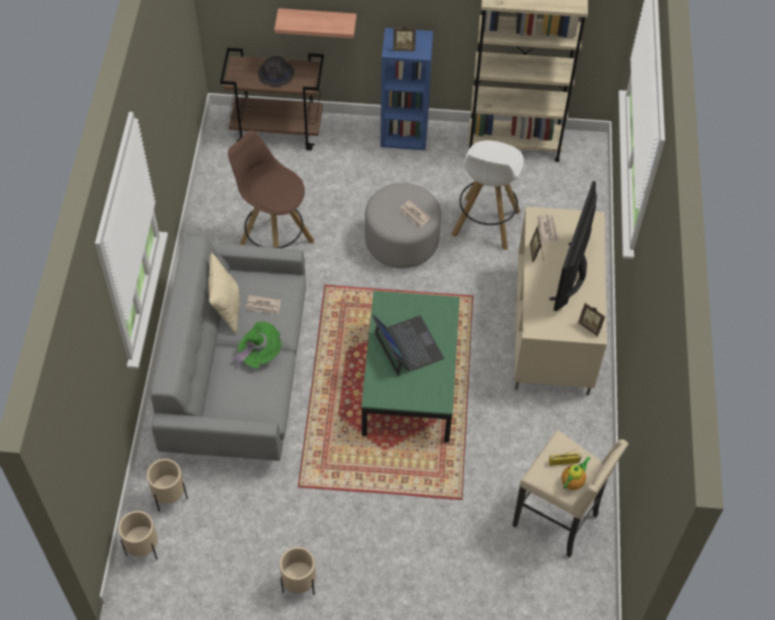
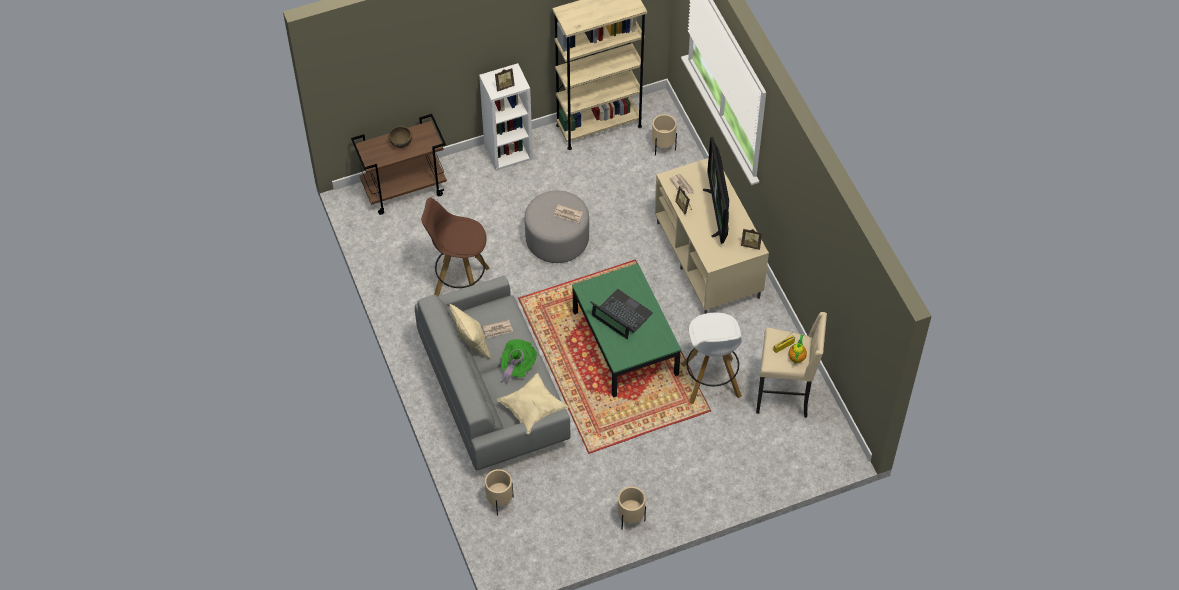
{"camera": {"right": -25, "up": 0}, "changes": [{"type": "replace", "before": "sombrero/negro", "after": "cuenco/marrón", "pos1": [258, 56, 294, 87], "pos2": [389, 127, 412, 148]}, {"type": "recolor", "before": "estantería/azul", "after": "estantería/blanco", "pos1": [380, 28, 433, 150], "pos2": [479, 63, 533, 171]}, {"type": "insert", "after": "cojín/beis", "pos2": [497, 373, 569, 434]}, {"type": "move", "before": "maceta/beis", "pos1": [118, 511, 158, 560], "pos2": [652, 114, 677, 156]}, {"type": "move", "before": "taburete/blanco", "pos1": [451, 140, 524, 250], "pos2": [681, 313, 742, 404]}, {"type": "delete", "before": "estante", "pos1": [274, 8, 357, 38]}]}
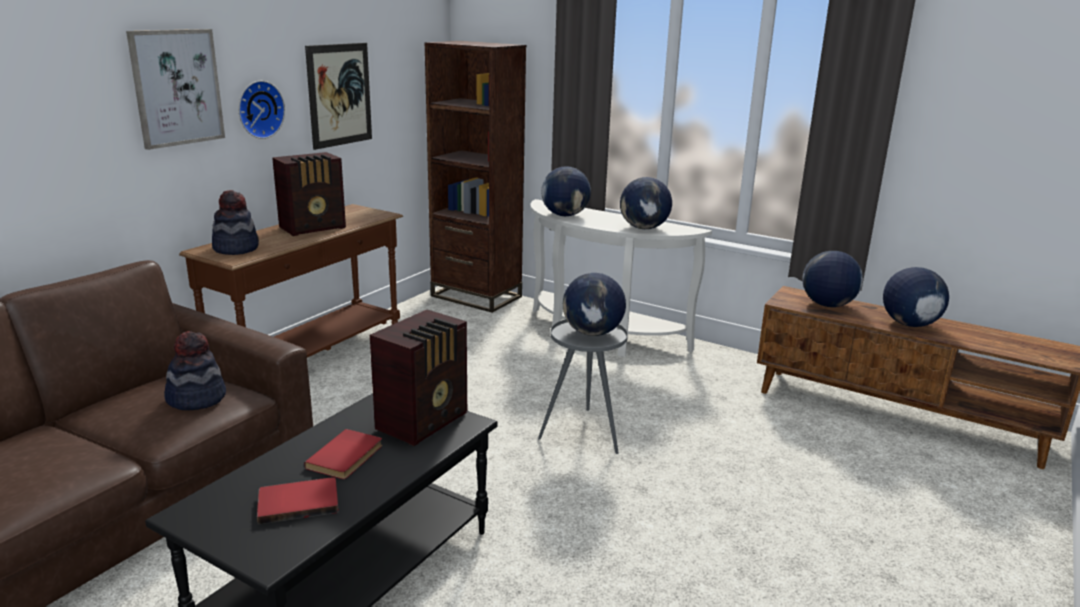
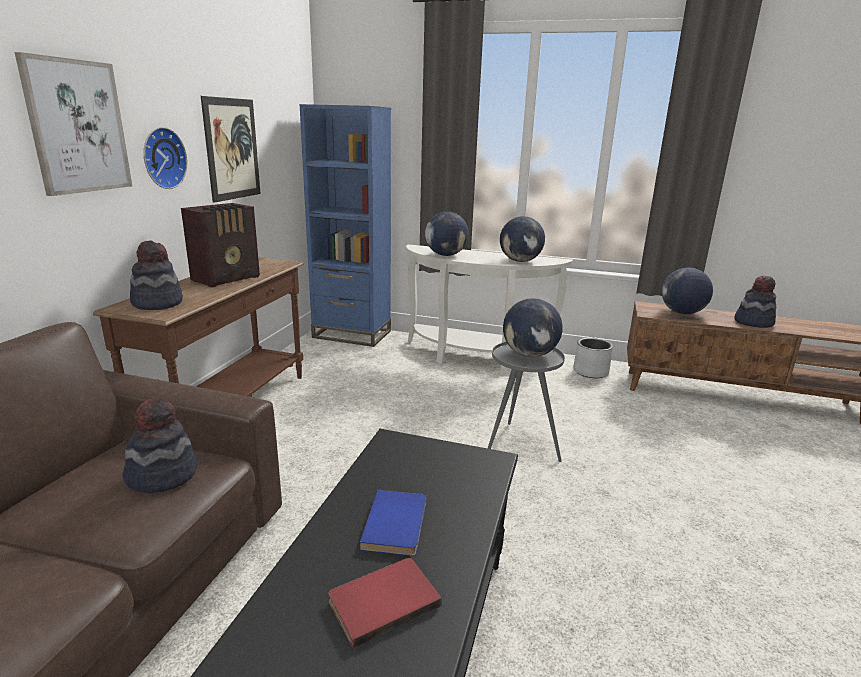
{"camera": {"right": -15, "up": 0}, "changes": [{"type": "recolor", "before": "estantería/marrón", "after": "estantería/azul", "pos1": [425, 41, 526, 313], "pos2": [300, 104, 391, 347]}, {"type": "recolor", "before": "libro/rojo", "after": "libro/azul", "pos1": [305, 429, 382, 479], "pos2": [359, 490, 426, 556]}, {"type": "insert", "after": "maceta/gris", "pos2": [574, 337, 613, 378]}, {"type": "replace", "before": "globo terráqueo", "after": "sombrero", "pos1": [883, 267, 949, 327], "pos2": [734, 276, 776, 328]}, {"type": "delete", "before": "radio", "pos1": [370, 309, 467, 446]}]}
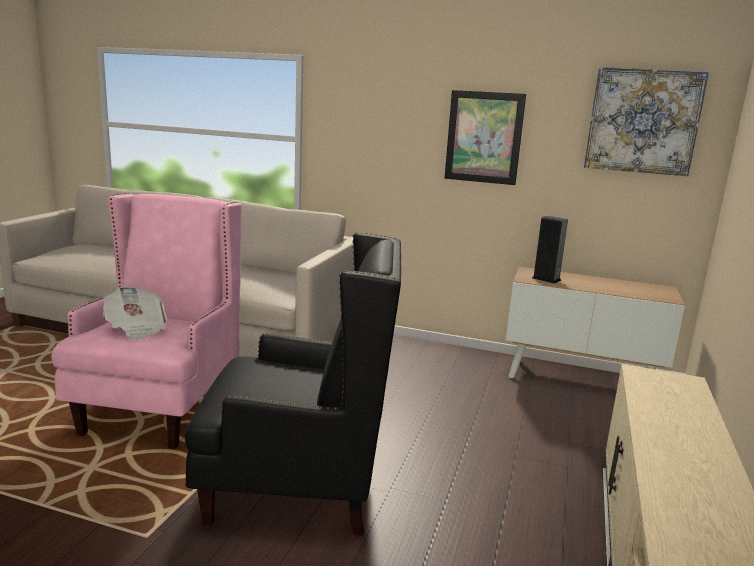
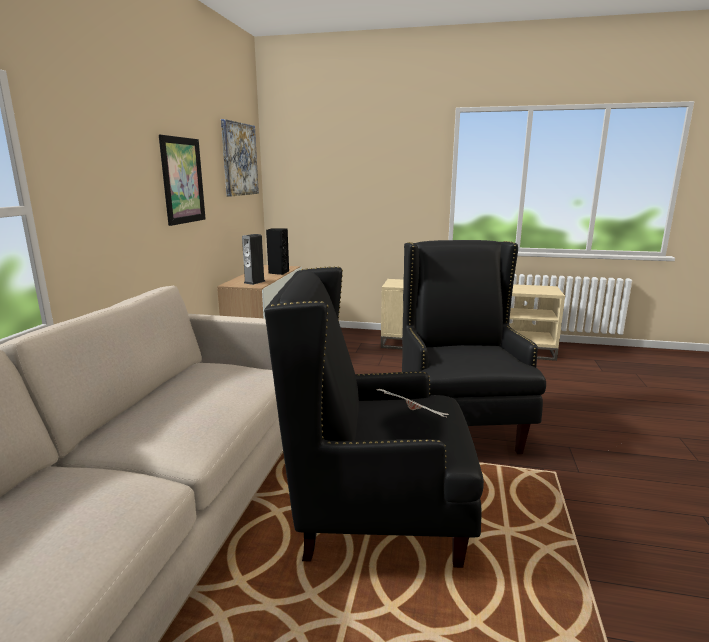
{"camera": {"right": -95, "up": 0}, "changes": [{"type": "recolor", "before": "sillón/rosa", "after": "sillón/negro", "pos1": [51, 193, 242, 449], "pos2": [264, 266, 484, 568]}, {"type": "insert", "after": "altavoz/negro", "pos2": [266, 229, 289, 275]}]}
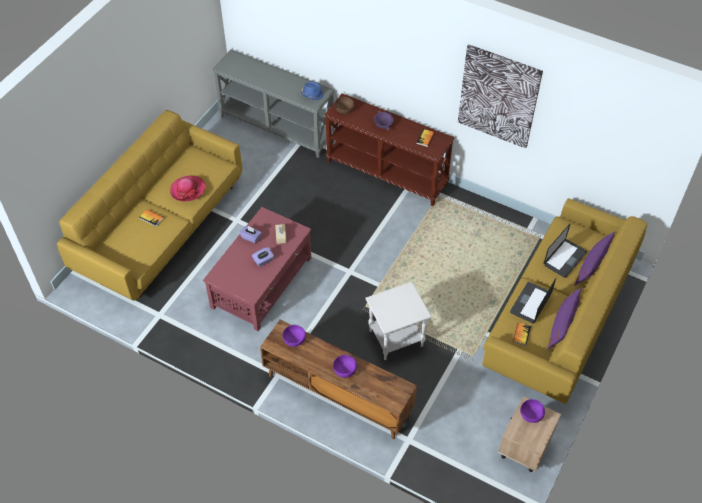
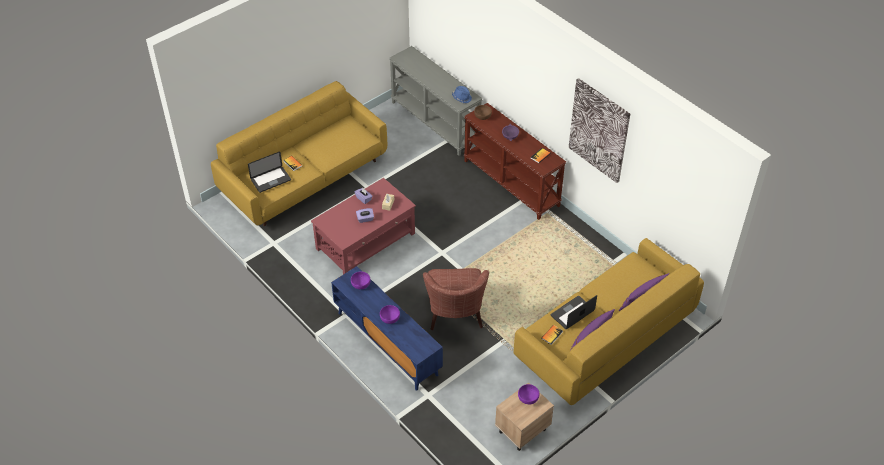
{"camera": {"right": 20, "up": -5}, "changes": [{"type": "move", "before": "portátil", "pos1": [544, 223, 587, 278], "pos2": [248, 152, 291, 193]}, {"type": "recolor", "before": "mueble de televisión/marrón", "after": "mueble de televisión/azul", "pos1": [260, 320, 417, 439], "pos2": [331, 266, 443, 391]}, {"type": "replace", "before": "mesa auxiliar/blanco", "after": "sillón/marrón", "pos1": [366, 282, 432, 360], "pos2": [423, 268, 489, 330]}, {"type": "delete", "before": "sombrero", "pos1": [170, 176, 206, 202]}]}
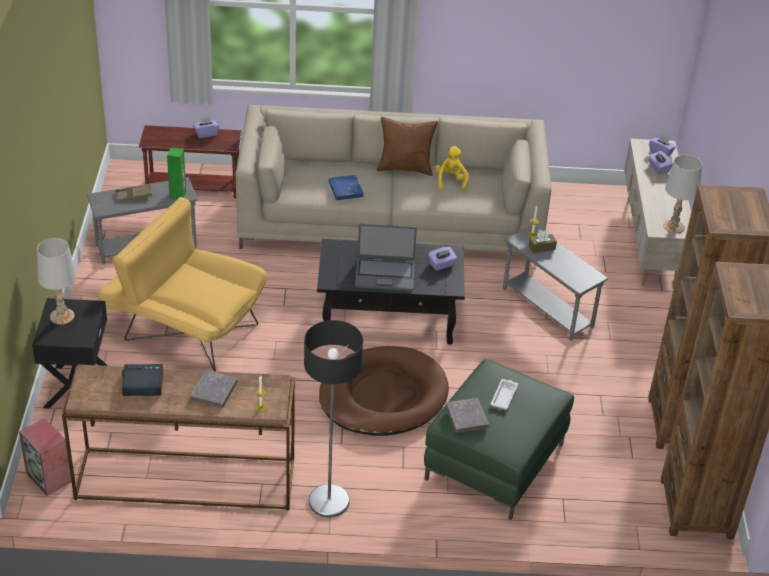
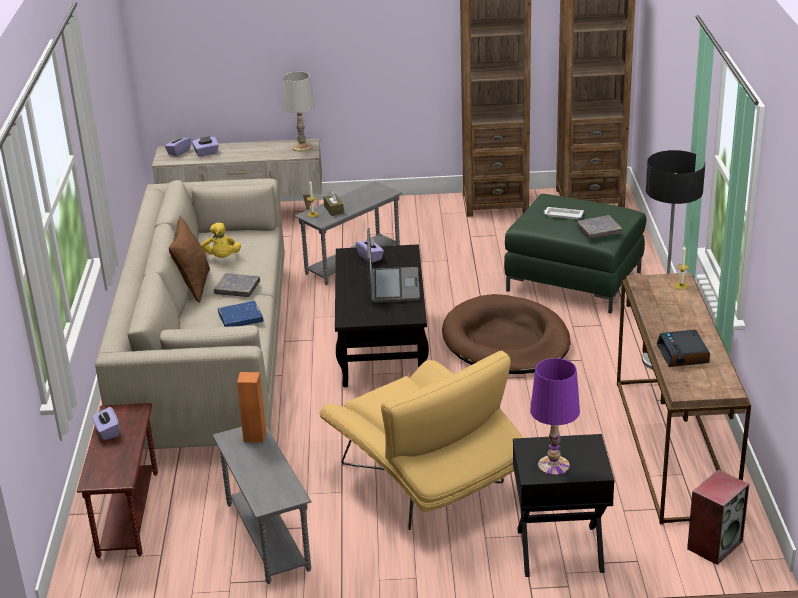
{"camera": {"right": -90, "up": -10}, "changes": [{"type": "rotate", "before": "peluche/amarillo", "pos1": [435, 146, 468, 192], "pos2": [201, 223, 241, 258], "turn": -105}, {"type": "move", "before": "libro/gris", "pos1": [190, 370, 238, 408], "pos2": [214, 273, 260, 297]}, {"type": "recolor", "before": "altavoz/verde", "after": "altavoz/naranja", "pos1": [167, 148, 186, 199], "pos2": [237, 372, 266, 443]}, {"type": "rotate", "before": "sillón/amarillo", "pos1": [98, 197, 268, 371], "pos2": [319, 351, 524, 530], "turn": -60}, {"type": "recolor", "before": "lámpara de mesa/blanco", "after": "lámpara de mesa/morado", "pos1": [37, 238, 76, 325], "pos2": [530, 358, 580, 475]}, {"type": "delete", "before": "bandeja/marrón", "pos1": [115, 184, 152, 202]}]}
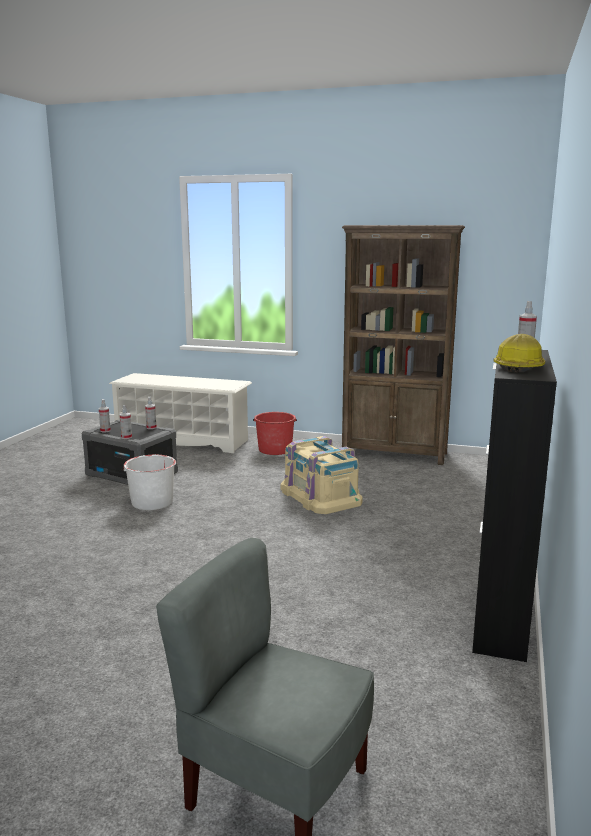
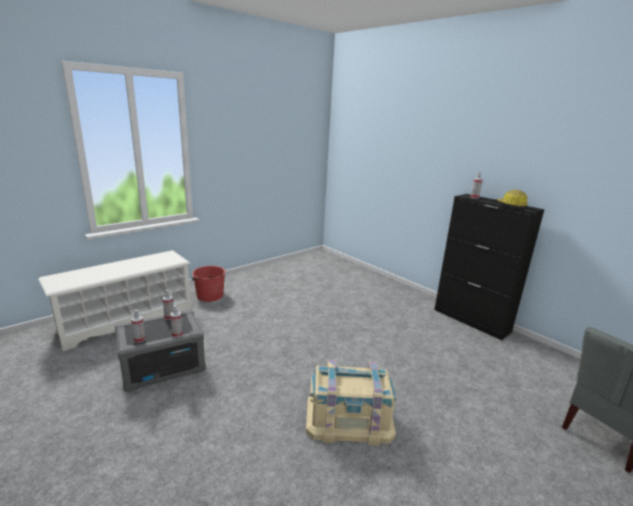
{"camera": {"right": -60, "up": 5}, "changes": [{"type": "move", "before": "caja de almacenaje/beis", "pos1": [280, 436, 362, 514], "pos2": [306, 360, 397, 446]}, {"type": "delete", "before": "cubo/blanco", "pos1": [122, 455, 177, 510]}, {"type": "delete", "before": "estantería/marrón", "pos1": [342, 225, 465, 465]}]}
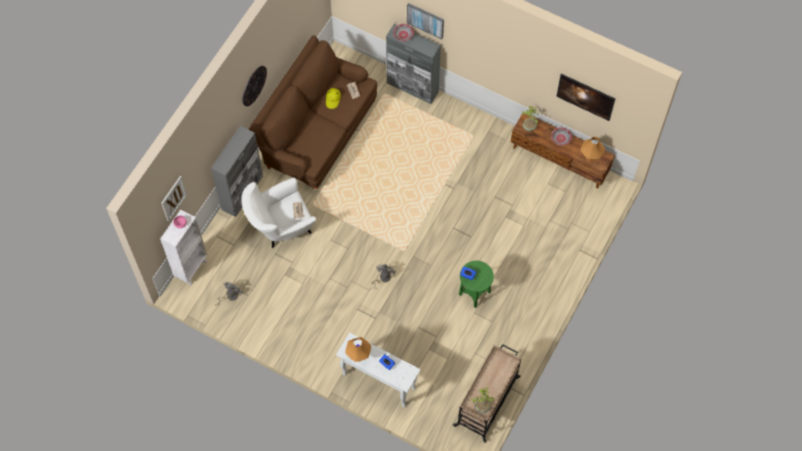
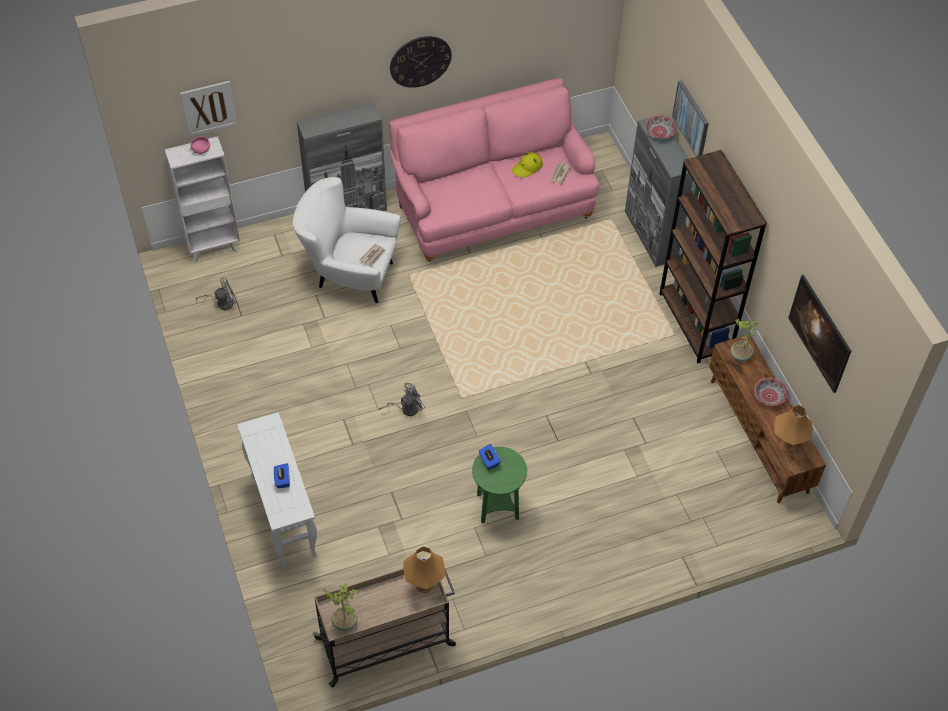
{"camera": {"right": 40, "up": -10}, "changes": [{"type": "recolor", "before": "sofá/marrón", "after": "sofá/rosa", "pos1": [248, 36, 377, 189], "pos2": [389, 78, 599, 262]}, {"type": "move", "before": "lámpara de mesa/naranja", "pos1": [345, 337, 371, 362], "pos2": [403, 547, 445, 593]}, {"type": "insert", "after": "estantería/marrón", "pos2": [659, 150, 767, 363]}]}
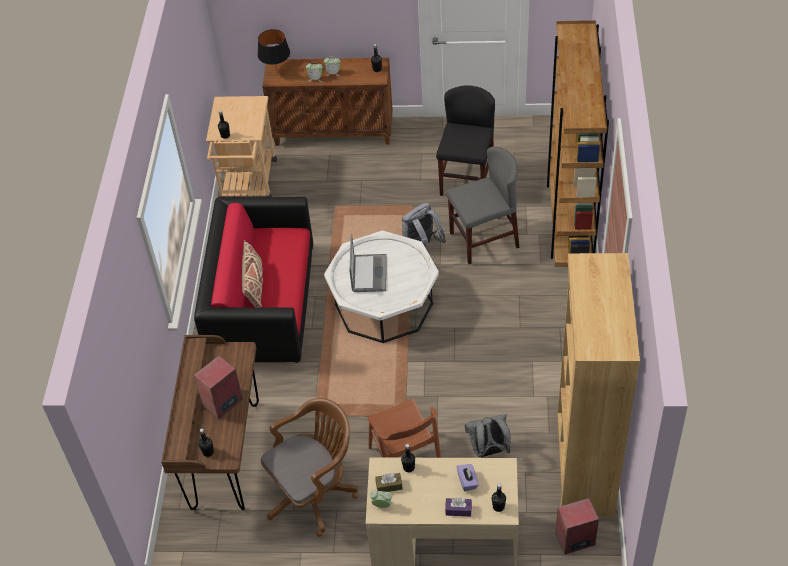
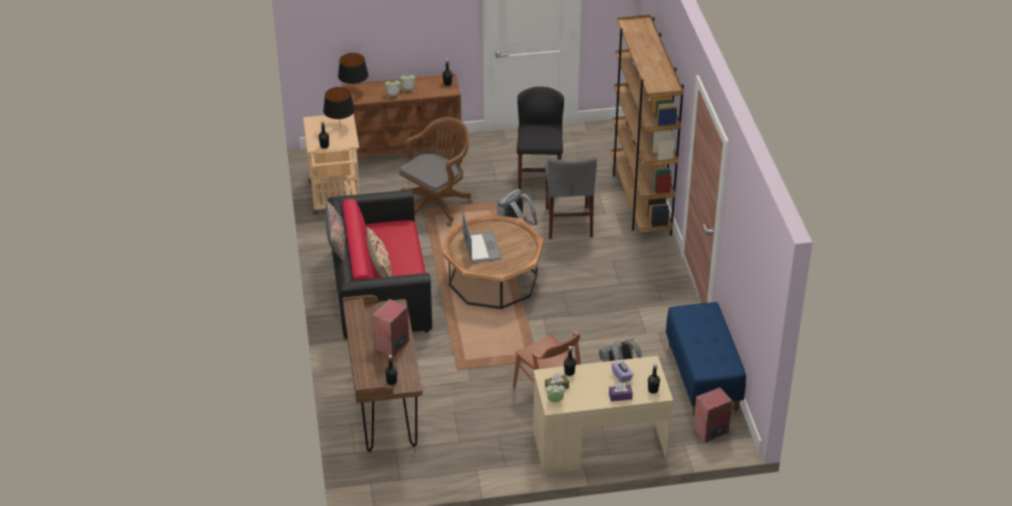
{"camera": {"right": -15, "up": -10}, "changes": [{"type": "insert", "after": "lámpara de mesa/negro", "pos2": [323, 87, 355, 127]}, {"type": "insert", "after": "cojín/gris", "pos2": [325, 201, 345, 261]}, {"type": "move", "before": "silla de oficina/marrón", "pos1": [261, 398, 359, 537], "pos2": [399, 117, 472, 226]}, {"type": "recolor", "before": "mesa de centro/blanco", "after": "mesa de centro/marrón", "pos1": [324, 231, 439, 343], "pos2": [442, 214, 544, 309]}, {"type": "rotate", "before": "silla/gris", "pos1": [446, 146, 519, 264], "pos2": [545, 157, 597, 239], "turn": 120}, {"type": "replace", "before": "estantería/marrón", "after": "banco/azul", "pos1": [557, 253, 640, 516], "pos2": [666, 302, 746, 415]}]}
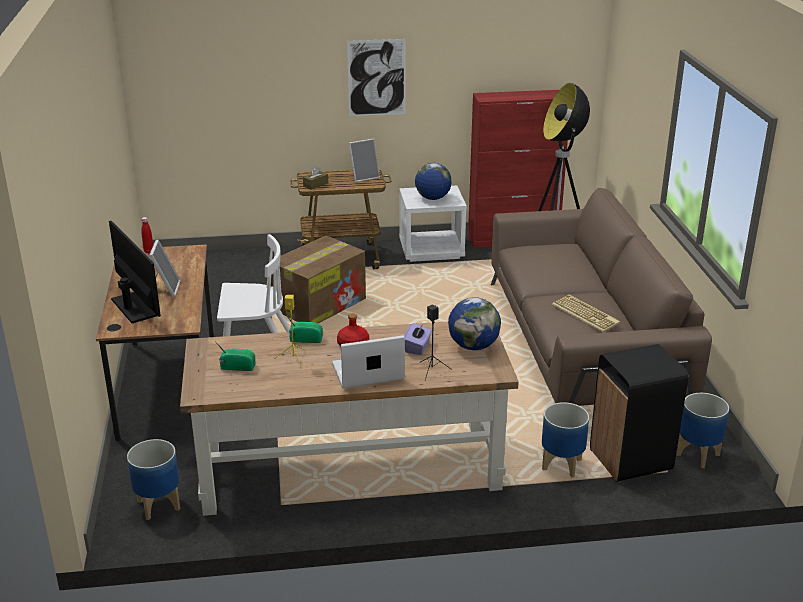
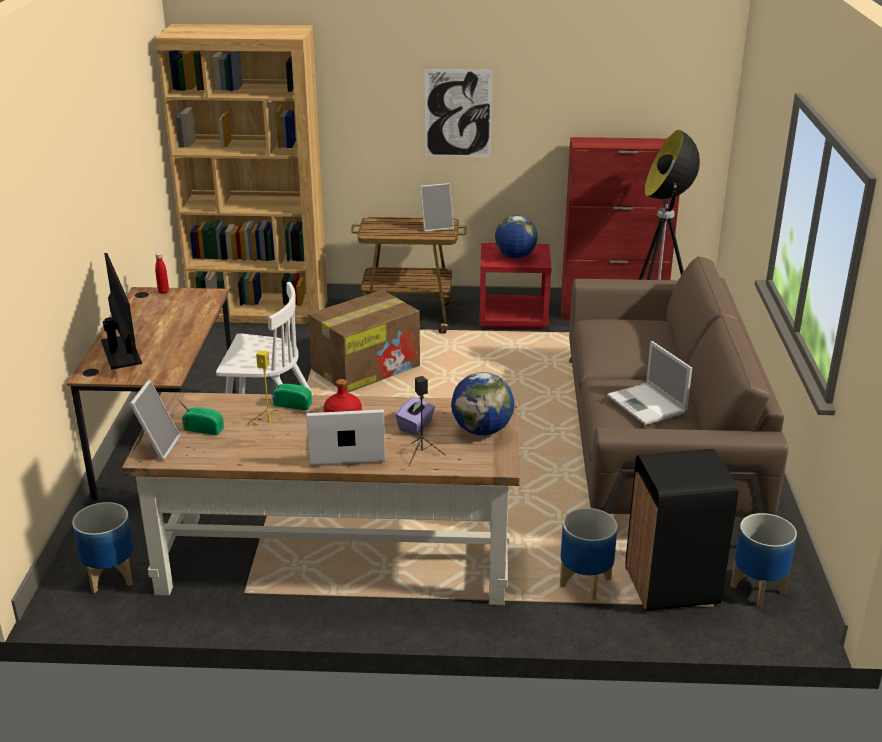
{"camera": {"right": 10, "up": 0}, "changes": [{"type": "move", "before": "portarretratos", "pos1": [149, 240, 181, 297], "pos2": [129, 380, 180, 461]}, {"type": "insert", "after": "estantería/marrón", "pos2": [155, 24, 328, 324]}, {"type": "recolor", "before": "mesita de noche/blanco", "after": "mesita de noche/rojo", "pos1": [399, 185, 467, 262], "pos2": [479, 243, 552, 329]}, {"type": "replace", "before": "teclado", "after": "portátil", "pos1": [552, 295, 620, 332], "pos2": [607, 341, 692, 425]}, {"type": "delete", "before": "caja de pañuelos/marrón", "pos1": [303, 167, 328, 190]}]}
